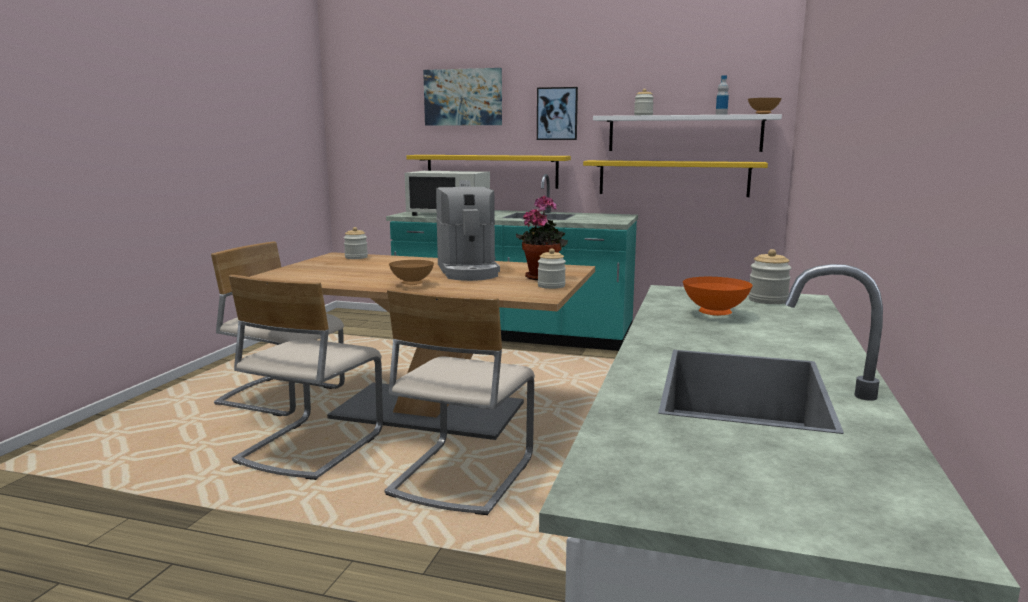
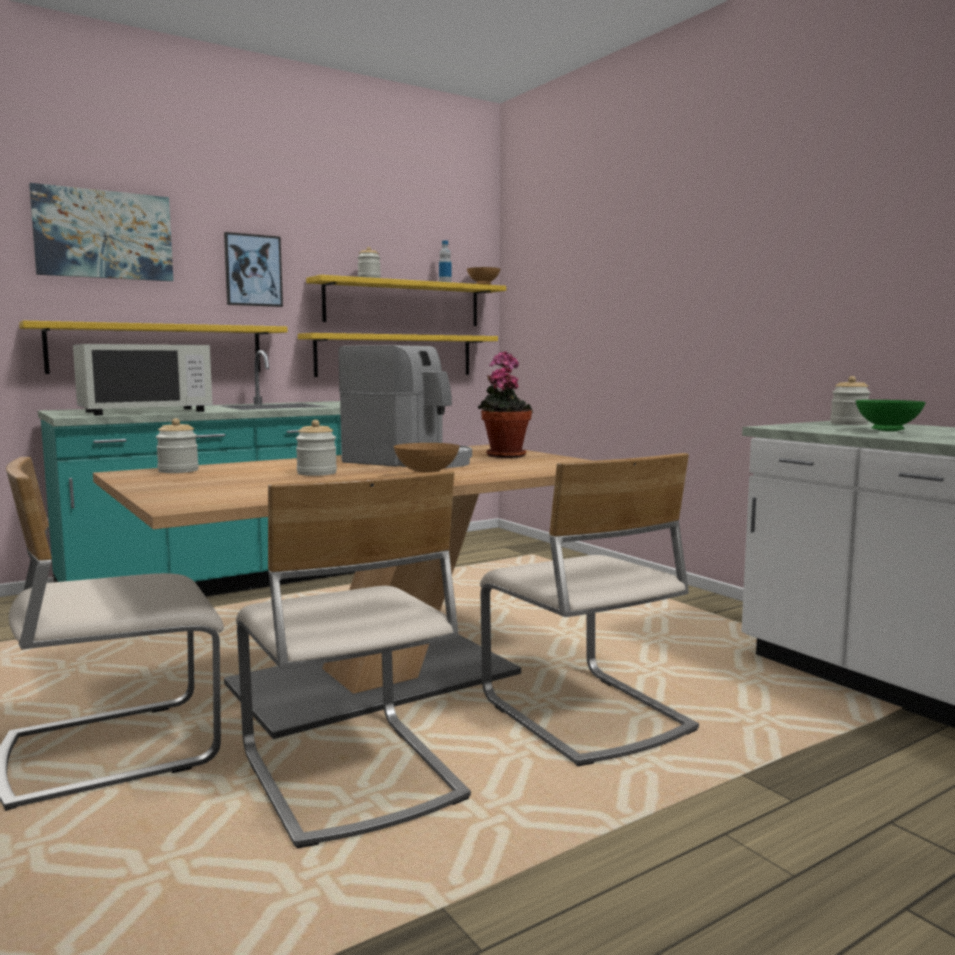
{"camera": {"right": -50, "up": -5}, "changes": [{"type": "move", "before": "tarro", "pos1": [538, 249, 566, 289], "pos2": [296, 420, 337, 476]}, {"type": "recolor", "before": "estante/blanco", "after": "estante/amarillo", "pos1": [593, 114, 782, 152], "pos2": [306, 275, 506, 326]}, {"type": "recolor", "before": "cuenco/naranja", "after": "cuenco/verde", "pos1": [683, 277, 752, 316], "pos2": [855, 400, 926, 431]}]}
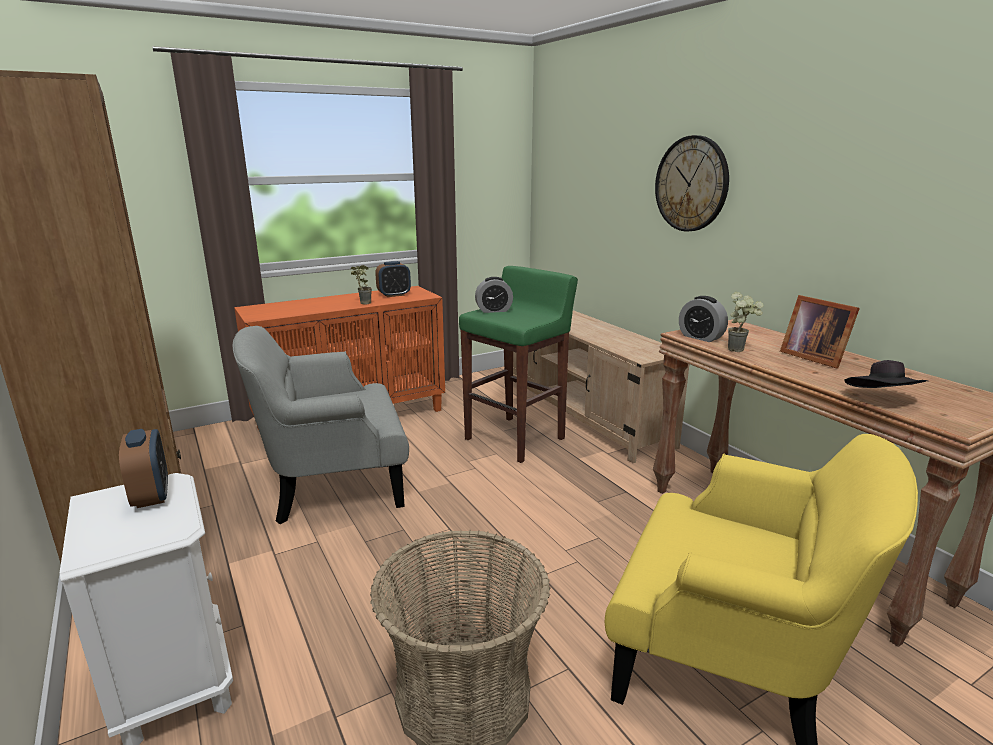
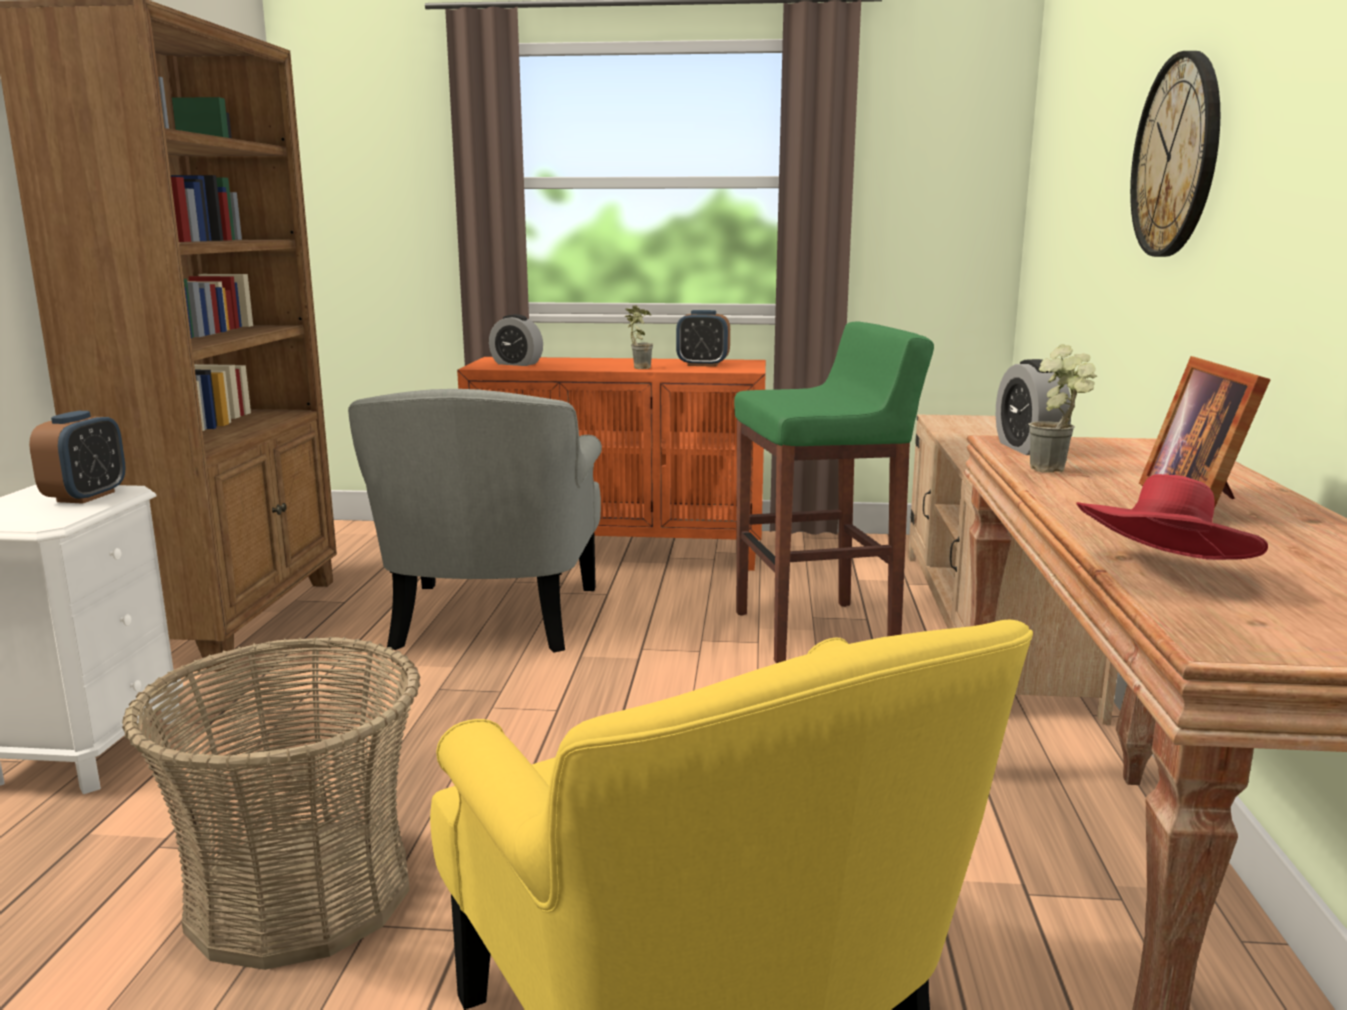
{"camera": {"right": 35, "up": -5}, "changes": [{"type": "rotate", "before": "sillón/gris", "pos1": [232, 326, 409, 524], "pos2": [348, 389, 602, 652], "turn": -105}, {"type": "move", "before": "despertador", "pos1": [475, 277, 513, 313], "pos2": [489, 314, 543, 366]}, {"type": "recolor", "before": "sombrero/negro", "after": "sombrero/rojo", "pos1": [844, 360, 928, 388], "pos2": [1076, 474, 1268, 560]}]}
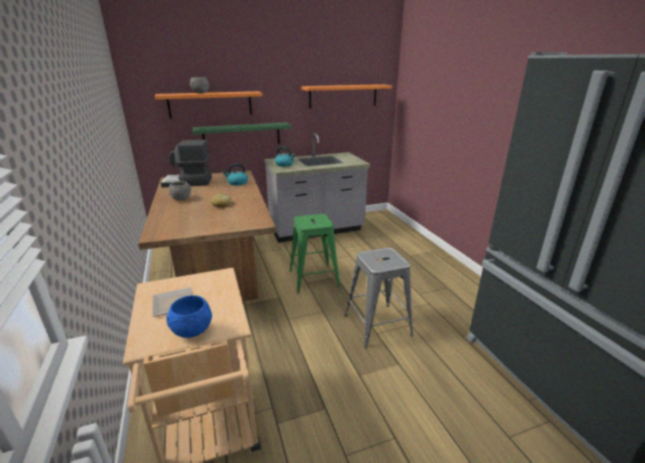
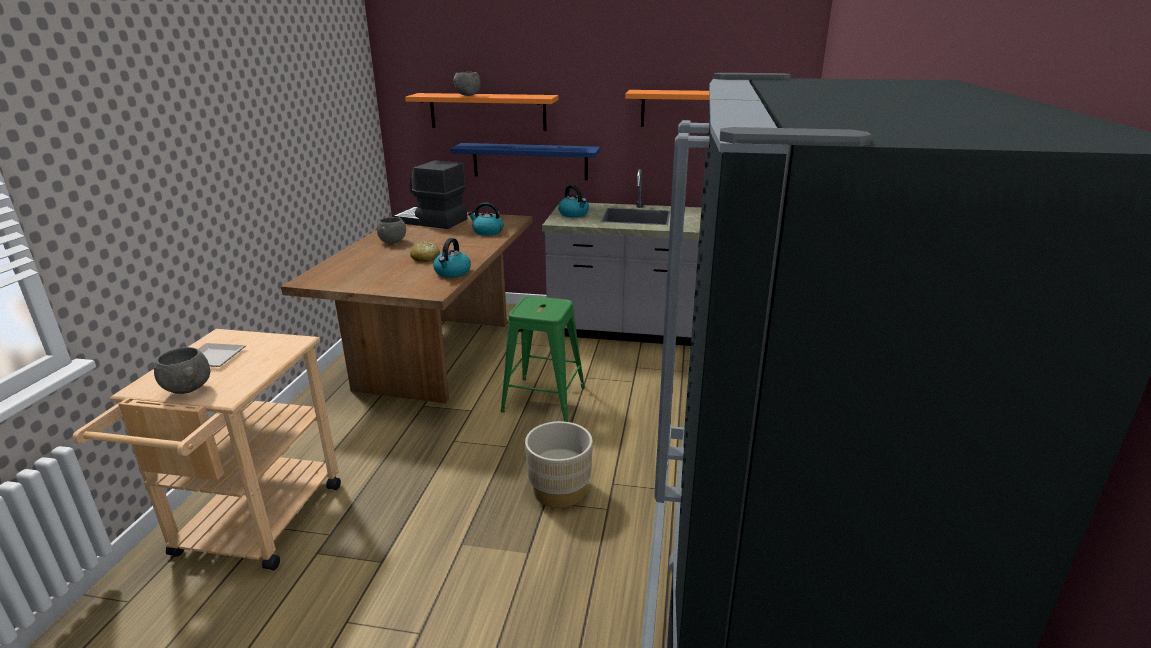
{"camera": {"right": 30, "up": 0}, "changes": [{"type": "recolor", "before": "cuenco/azul", "after": "cuenco/gris", "pos1": [166, 295, 212, 338], "pos2": [154, 347, 211, 394]}, {"type": "insert", "after": "hervidor", "pos2": [433, 238, 471, 278]}, {"type": "recolor", "before": "estante/verde", "after": "estante/azul", "pos1": [192, 122, 291, 144], "pos2": [451, 143, 600, 180]}, {"type": "replace", "before": "taburete/gris", "after": "maceta/beis", "pos1": [345, 247, 413, 348], "pos2": [525, 421, 593, 508]}]}
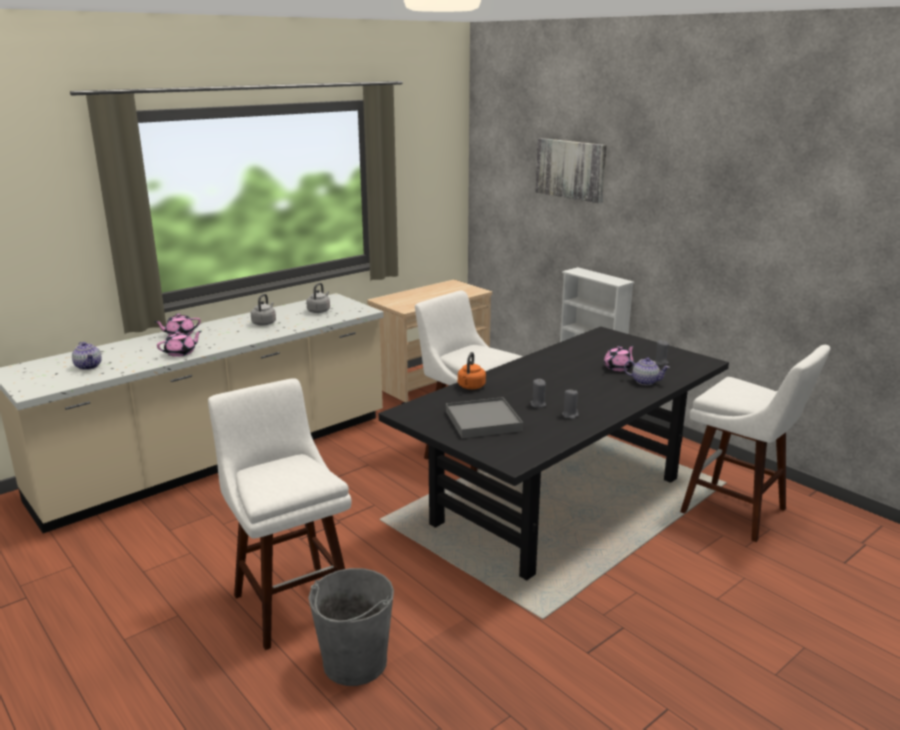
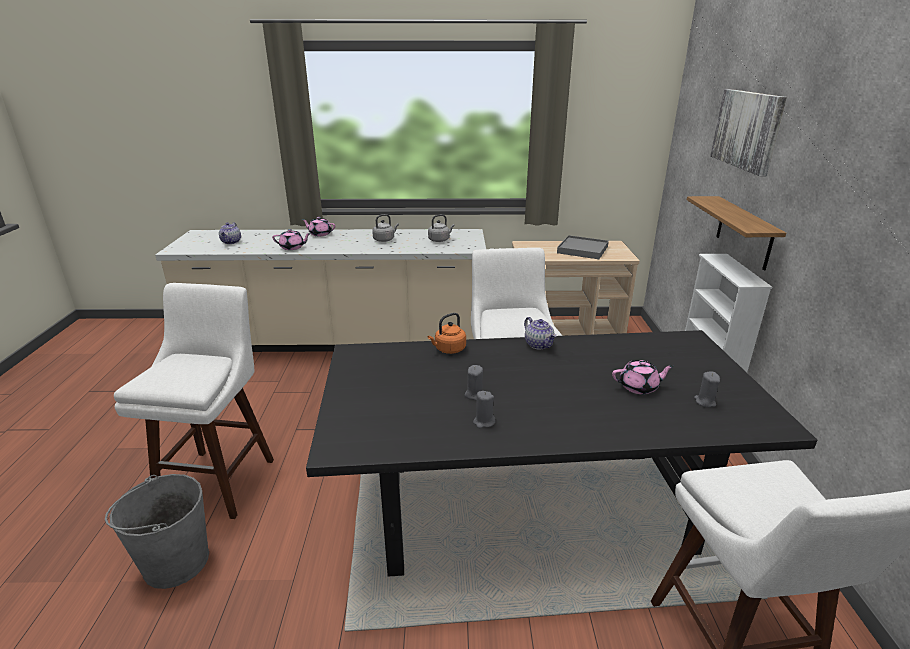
{"camera": {"right": 40, "up": 5}, "changes": [{"type": "move", "before": "tetera", "pos1": [624, 358, 670, 385], "pos2": [524, 317, 557, 349]}, {"type": "move", "before": "bandeja/gris", "pos1": [446, 397, 523, 438], "pos2": [557, 235, 609, 259]}, {"type": "insert", "after": "estante", "pos2": [687, 196, 786, 270]}]}
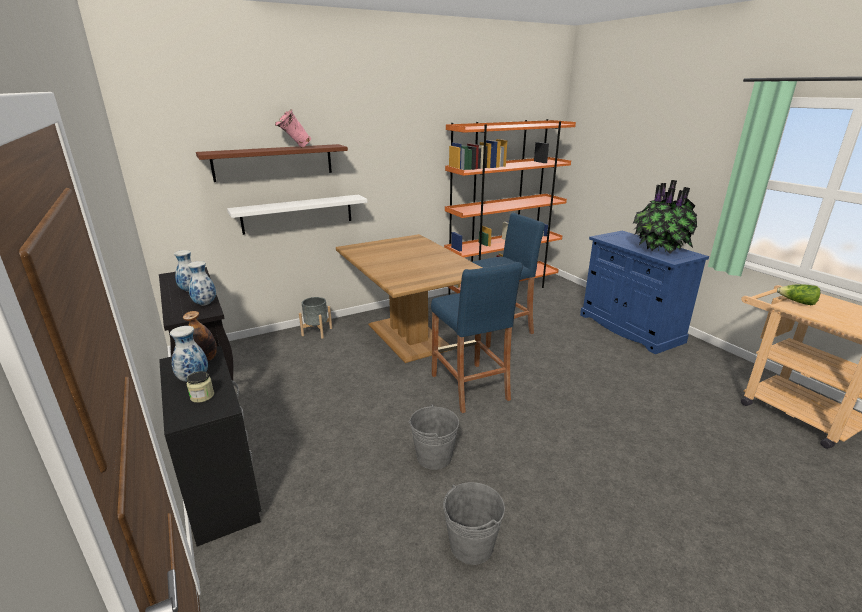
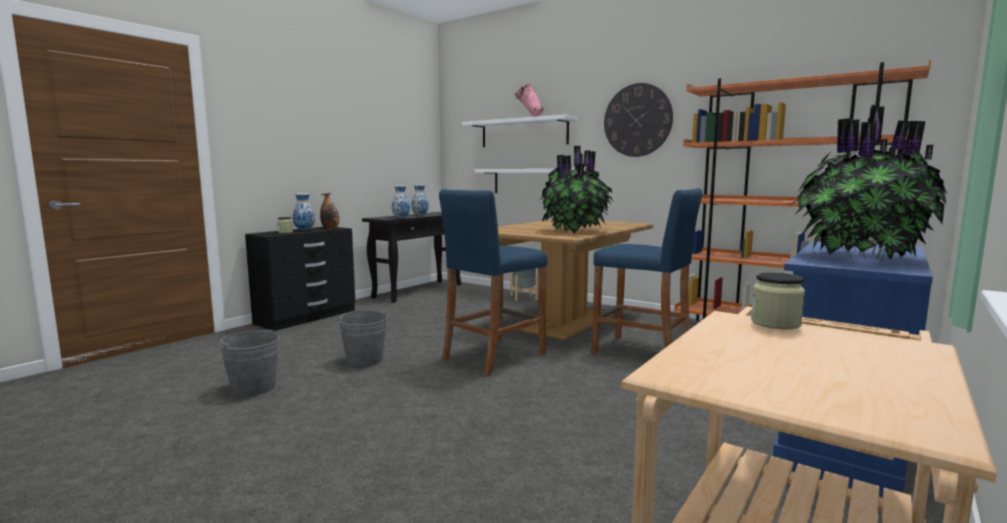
{"camera": {"right": 65, "up": -15}, "changes": [{"type": "recolor", "before": "estante/marrón", "after": "estante/blanco", "pos1": [196, 144, 348, 182], "pos2": [462, 114, 578, 147]}, {"type": "insert", "after": "planta en maceta", "pos2": [541, 146, 613, 233]}, {"type": "insert", "after": "reloj de pared", "pos2": [604, 83, 673, 157]}, {"type": "replace", "before": "lechuga", "after": "tarro", "pos1": [777, 285, 821, 305], "pos2": [751, 273, 805, 329]}]}
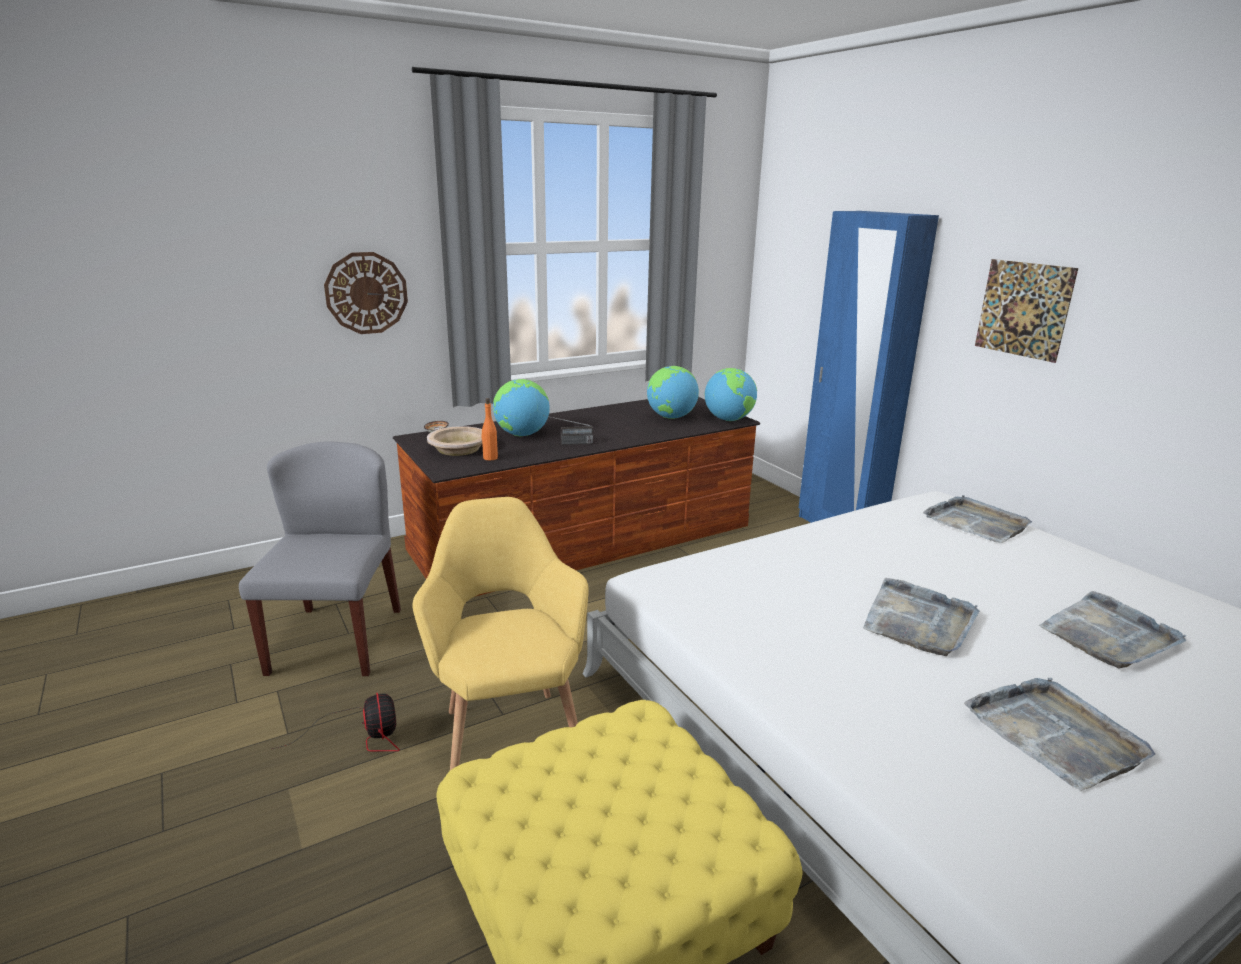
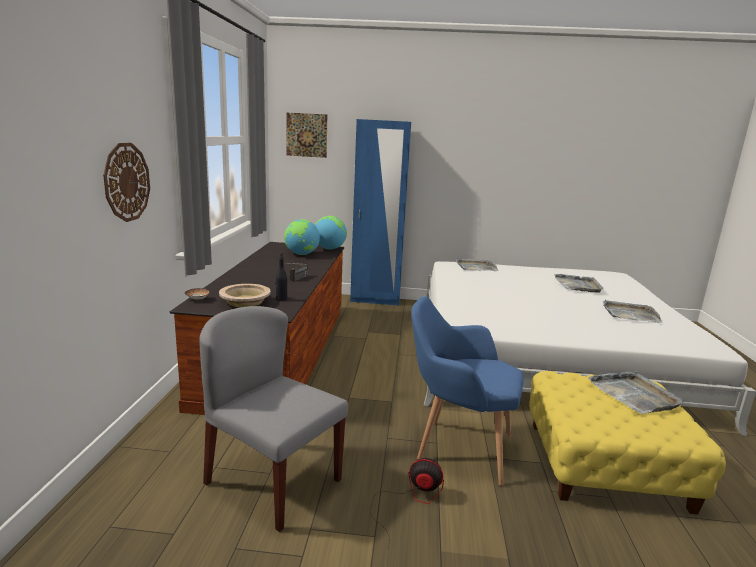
{"camera": {"right": -55, "up": -5}, "changes": [{"type": "recolor", "before": "botella/naranja", "after": "botella/negro", "pos1": [482, 398, 498, 460], "pos2": [276, 253, 287, 301]}, {"type": "move", "before": "cuadro", "pos1": [975, 259, 1078, 363], "pos2": [286, 112, 327, 158]}, {"type": "recolor", "before": "sillón/amarillo", "after": "sillón/azul", "pos1": [412, 497, 589, 770], "pos2": [411, 296, 524, 486]}, {"type": "move", "before": "bandeja/gris", "pos1": [863, 578, 979, 656], "pos2": [588, 371, 684, 414]}, {"type": "delete", "before": "globo terráqueo", "pos1": [493, 379, 550, 436]}]}
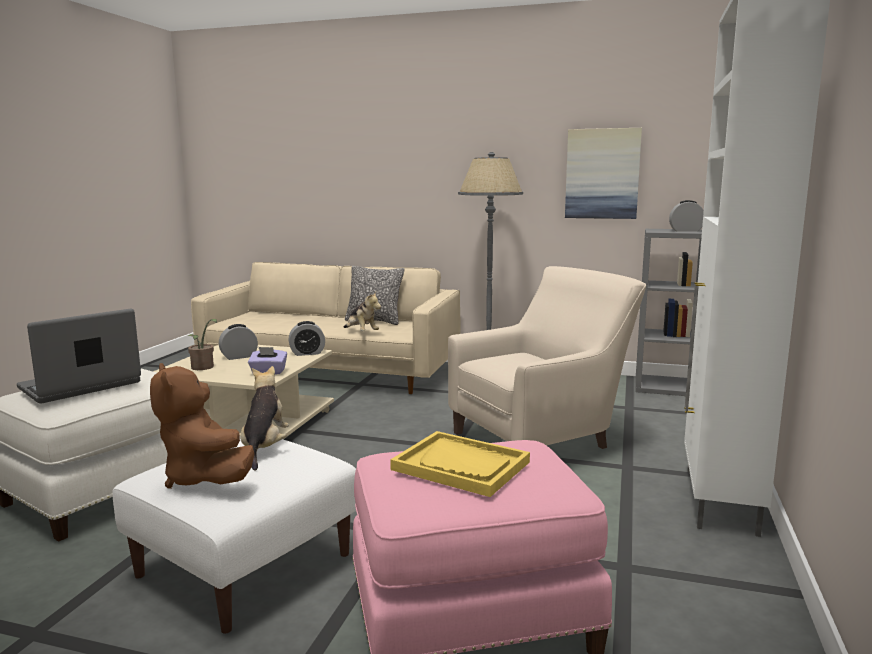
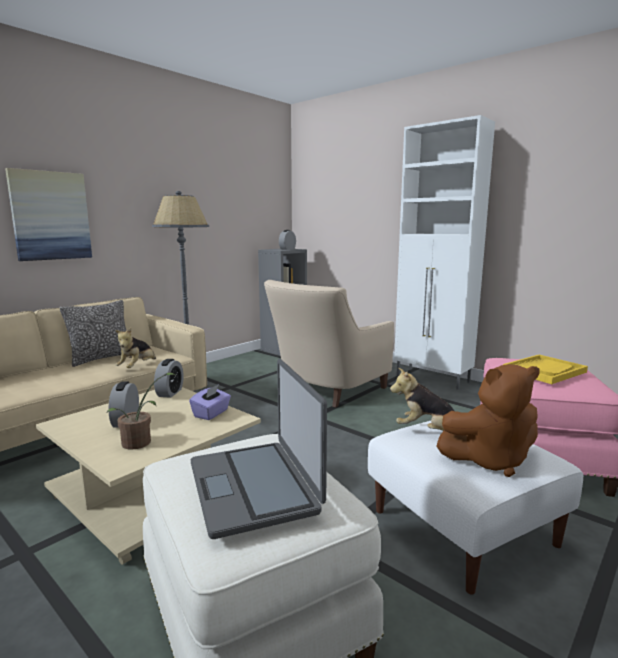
{"camera": {"right": -65, "up": 0}, "changes": [{"type": "move", "before": "cuadro", "pos1": [565, 128, 642, 219], "pos2": [5, 168, 92, 261]}, {"type": "rotate", "before": "peluche", "pos1": [344, 292, 381, 331], "pos2": [115, 328, 156, 368], "turn": 120}, {"type": "rotate", "before": "sillón/beis", "pos1": [448, 266, 646, 449], "pos2": [264, 280, 394, 408], "turn": -135}]}
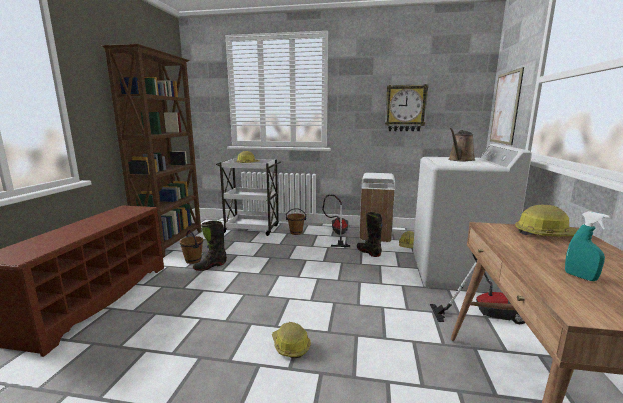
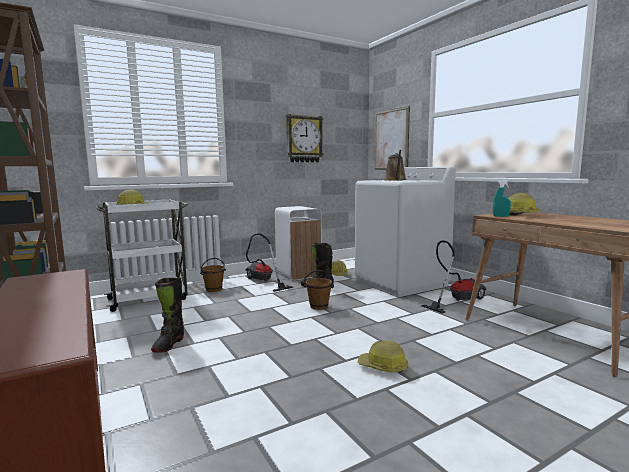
{"camera": {"right": -40, "up": -5}, "changes": [{"type": "move", "before": "cubo/marrón", "pos1": [180, 230, 203, 264], "pos2": [304, 270, 334, 310]}, {"type": "move", "before": "pulverizador/turquesa", "pos1": [565, 211, 610, 281], "pos2": [493, 180, 511, 217]}]}
